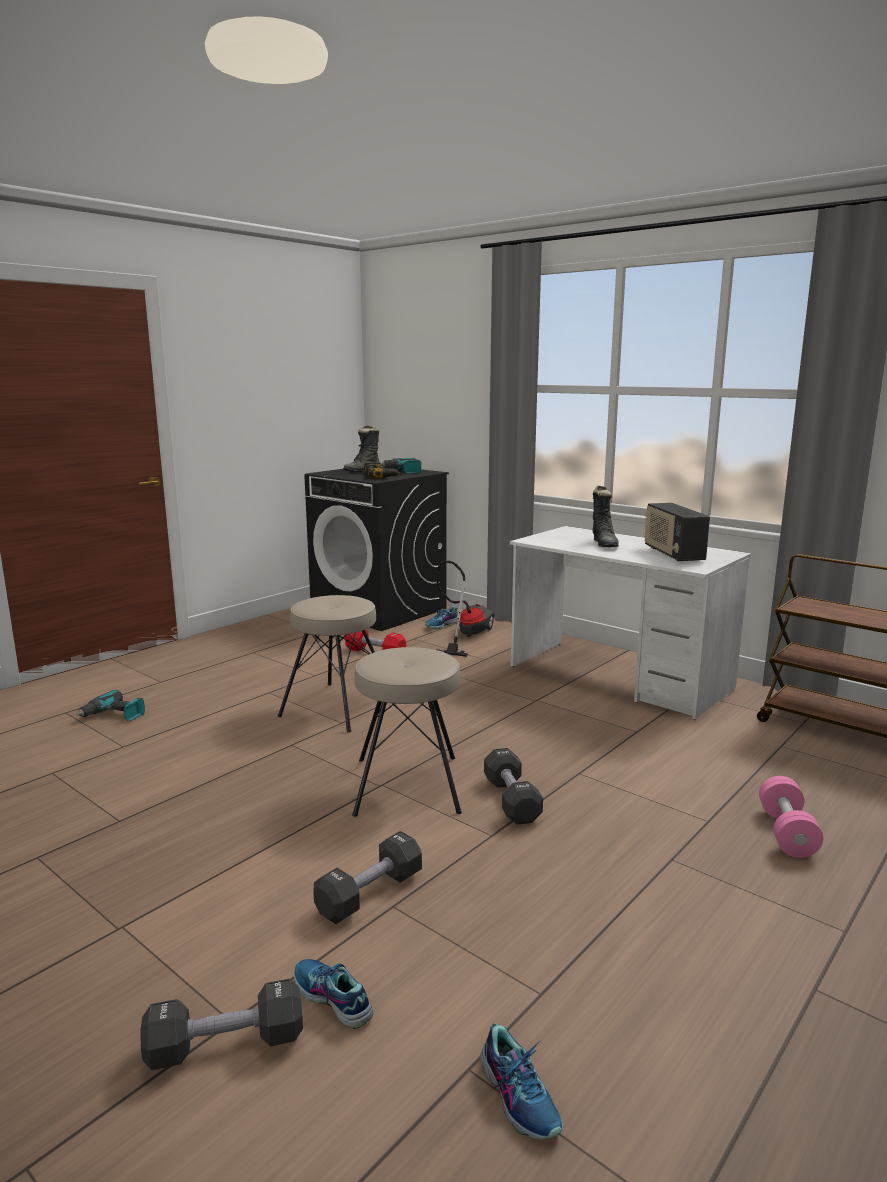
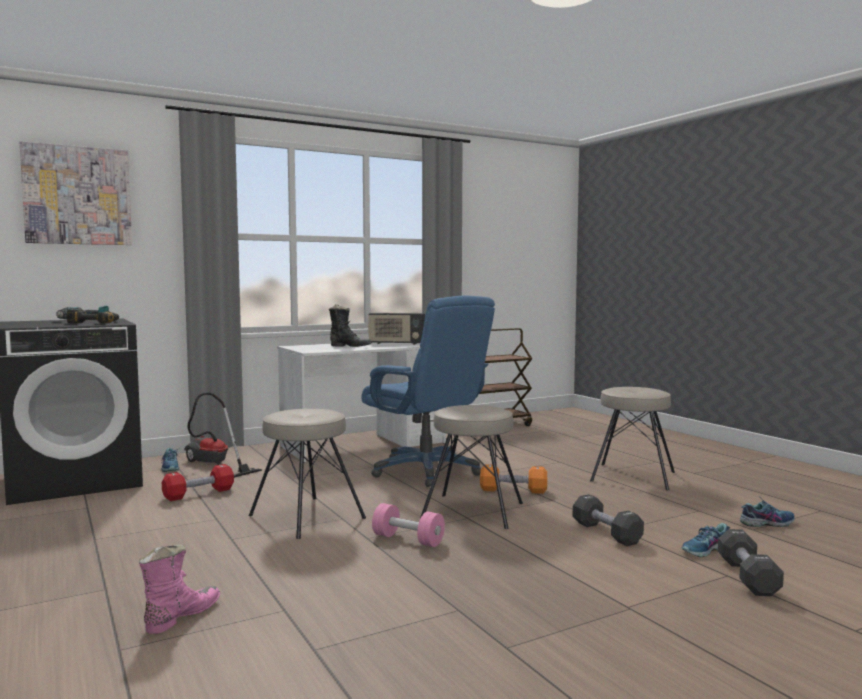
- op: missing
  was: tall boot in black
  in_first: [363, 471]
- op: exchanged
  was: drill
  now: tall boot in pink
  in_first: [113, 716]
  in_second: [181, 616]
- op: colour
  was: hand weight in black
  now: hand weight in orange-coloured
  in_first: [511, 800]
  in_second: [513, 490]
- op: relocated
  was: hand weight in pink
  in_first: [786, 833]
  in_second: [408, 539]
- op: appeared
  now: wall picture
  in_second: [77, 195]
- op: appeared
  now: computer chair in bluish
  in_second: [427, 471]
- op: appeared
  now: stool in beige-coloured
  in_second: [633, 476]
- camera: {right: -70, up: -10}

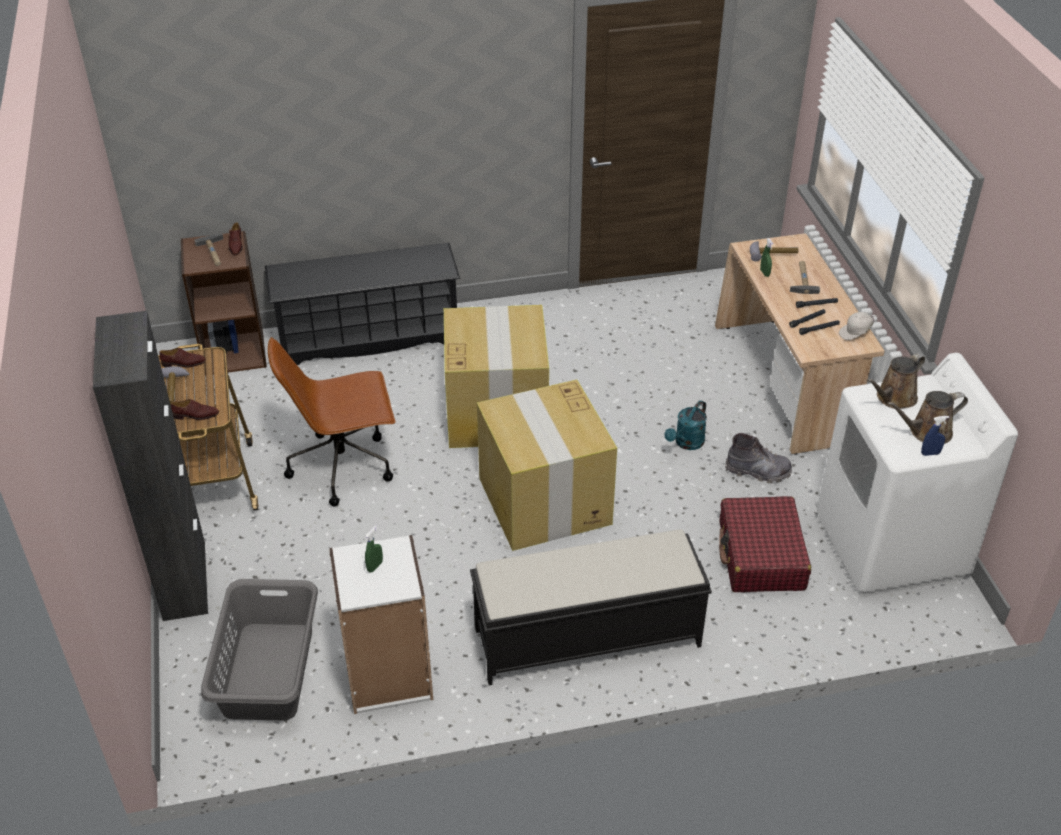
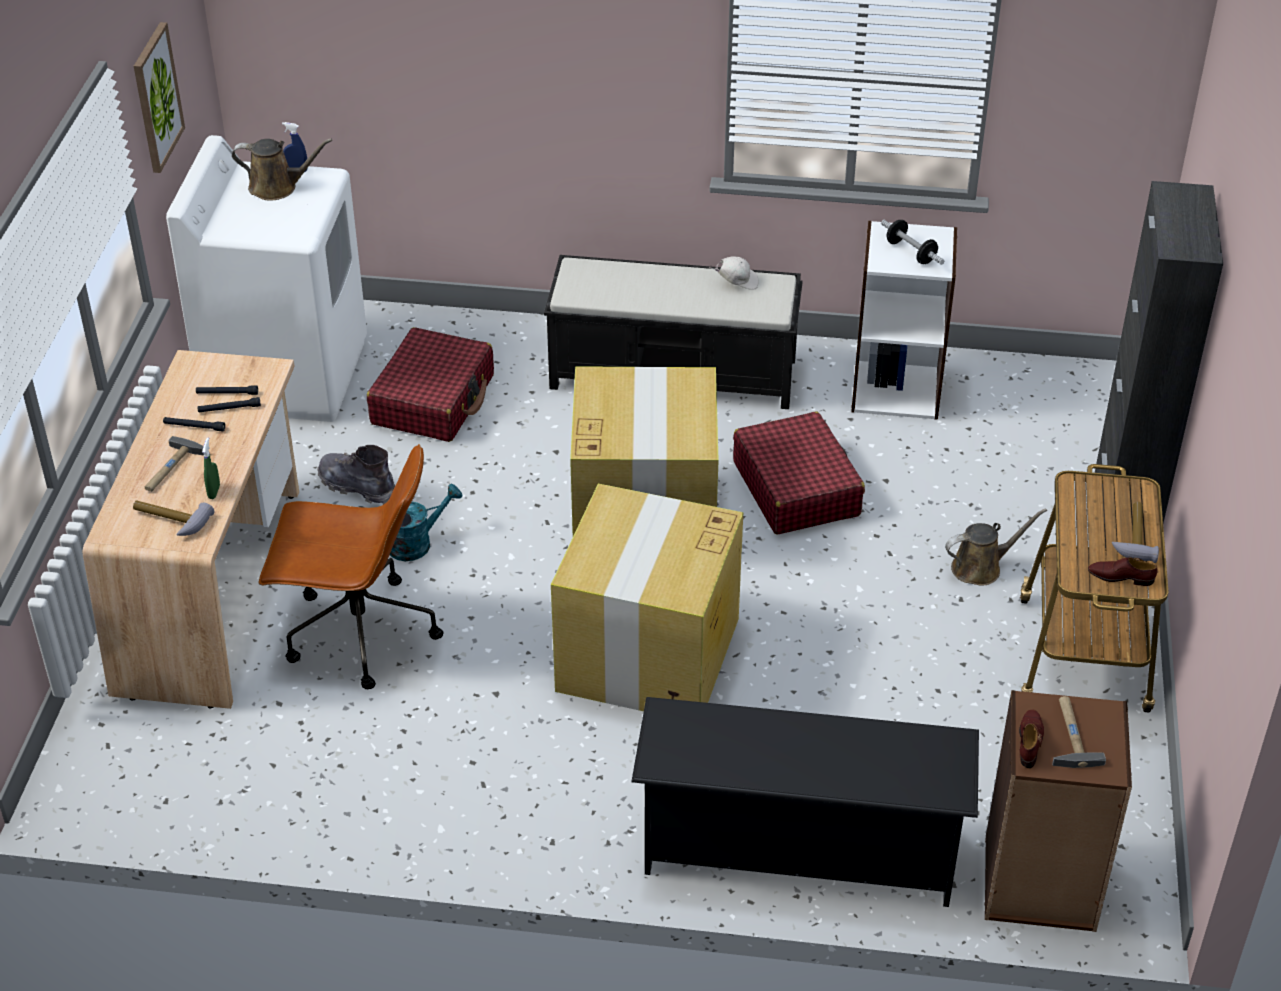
- op: relocated
  was: peaked cap in white
  in_first: [856, 334]
  in_second: [736, 282]
- op: relocated
  was: computer chair in brown-coloured
  in_first: [343, 466]
  in_second: [358, 633]
- op: relocated
  was: watering can in brown-coloured
  in_first: [893, 398]
  in_second: [981, 567]
- op: missing
  was: shoe in brown-coloured
  in_first: [196, 415]
- op: exchanged
  was: hand sprayer in green-coloured
  now: hand weight
  in_first: [375, 566]
  in_second: [911, 252]
- op: missing
  was: laundry basket in gray
  in_first: [267, 671]
- op: appeared
  now: wall picture
  in_second: [156, 97]
- op: appeared
  now: travel case in reddish
  in_second: [796, 488]
- camera: {right: -160, up: 0}

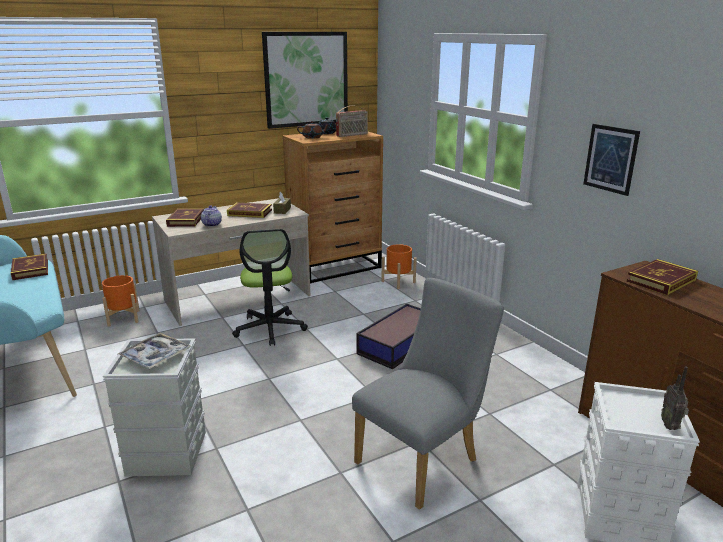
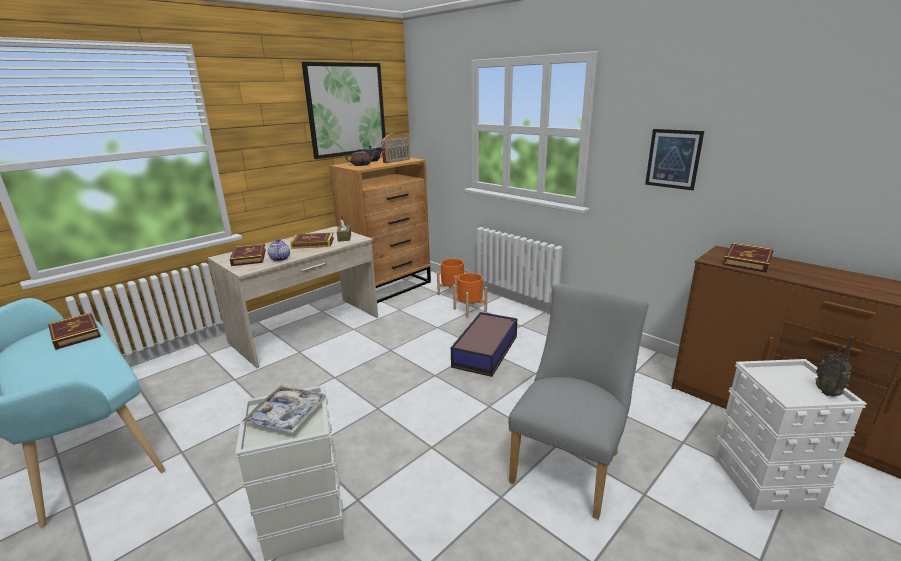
- op: missing
  was: computer chair
  in_first: [270, 329]
- op: relocated
  was: plant pot in orange-coloured
  in_first: [123, 318]
  in_second: [470, 310]
- camera: {right: -15, up: 0}

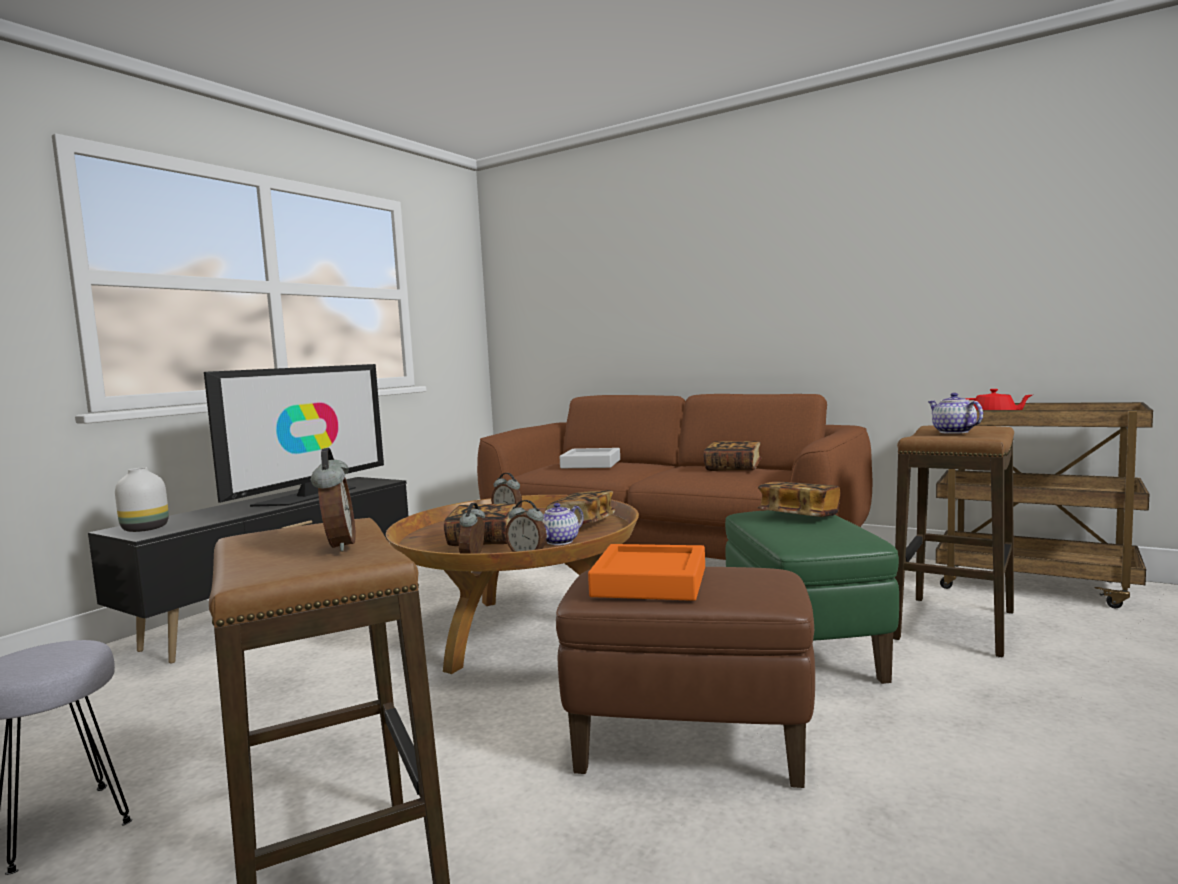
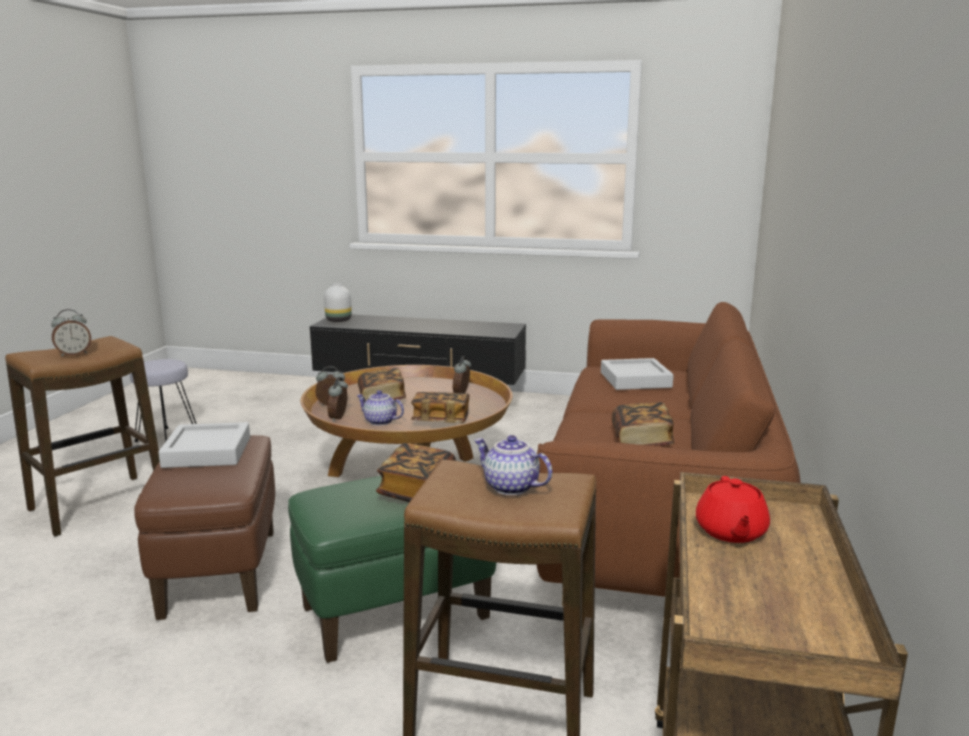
- op: missing
  was: TV
  in_first: [310, 495]
- op: spun
  was: pot for tea
  in_first: [952, 432]
  in_second: [510, 487]
  clockwise: -105
- op: colour
  was: carrying tray in orange-coloured
  now: carrying tray in gray
  in_first: [650, 582]
  in_second: [207, 452]
- camera: {right: 70, up: 10}

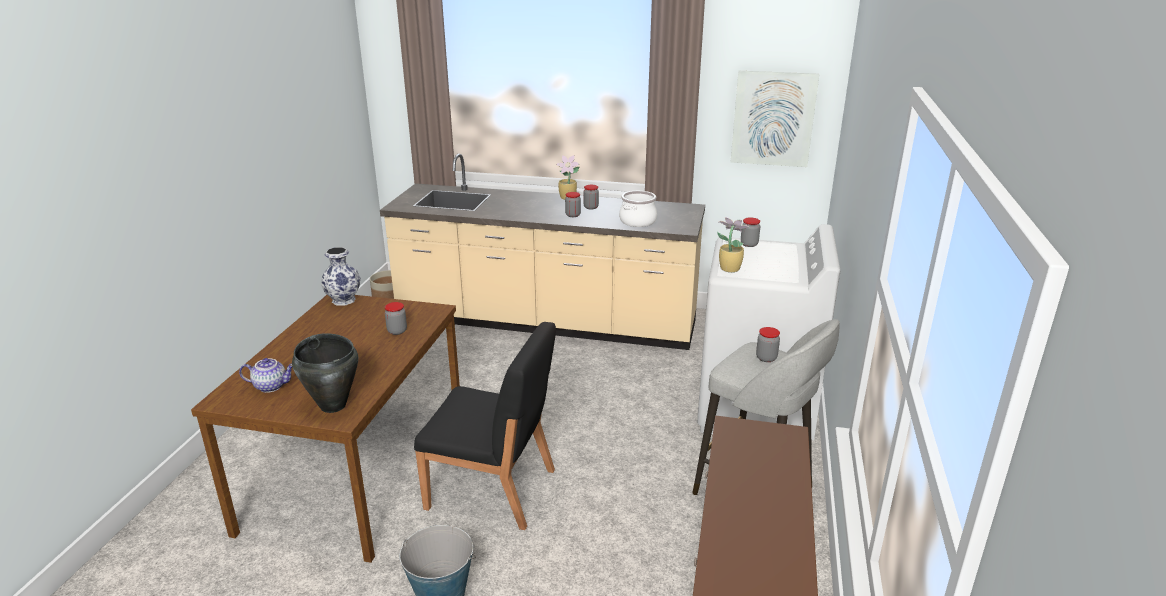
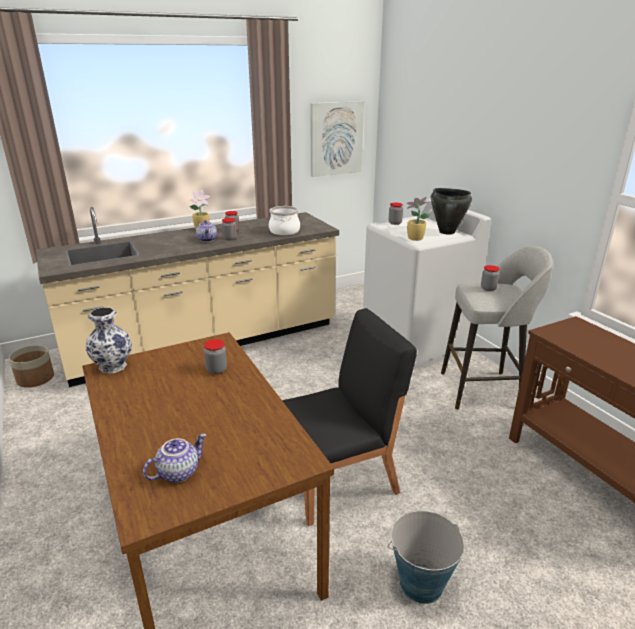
- op: relocated
  was: cooking pot in black
  in_first: [333, 405]
  in_second: [446, 232]
- op: appeared
  now: pot for tea
  in_second: [208, 240]
- camera: {right: -40, up: 0}

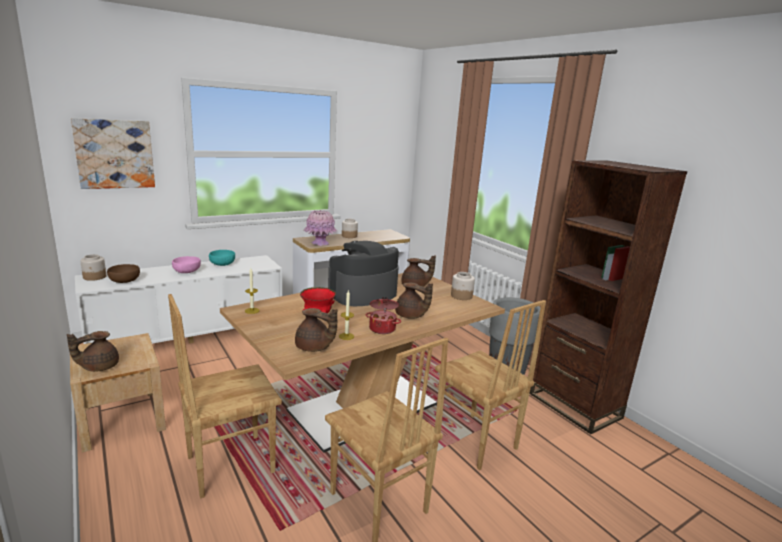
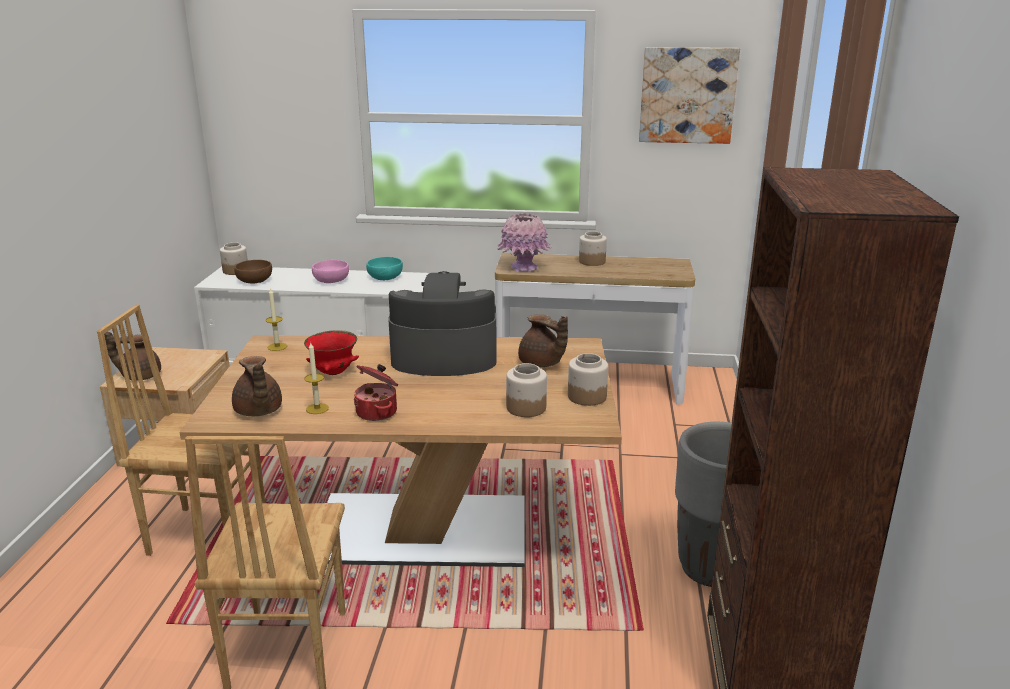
- op: relocated
  was: wall picture
  in_first: [115, 154]
  in_second: [687, 95]
- op: missing
  was: pot for tea in brown-coloured
  in_first: [411, 316]
- op: missing
  was: upright chair in brown-coloured
  in_first: [475, 441]
- op: appeared
  now: preserve jar
  in_second: [525, 407]
- camera: {right: 40, up: 5}

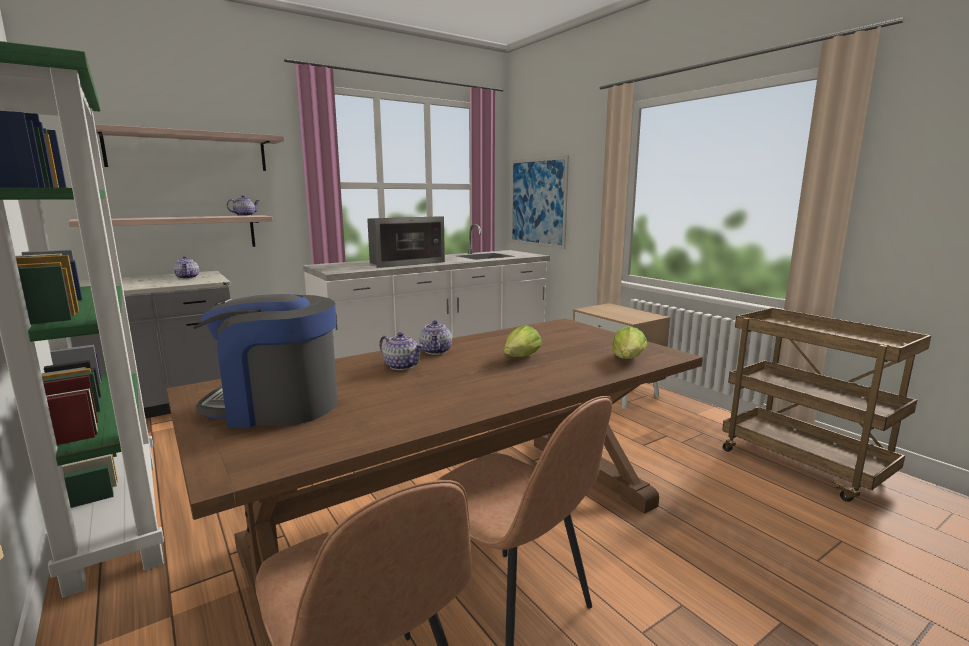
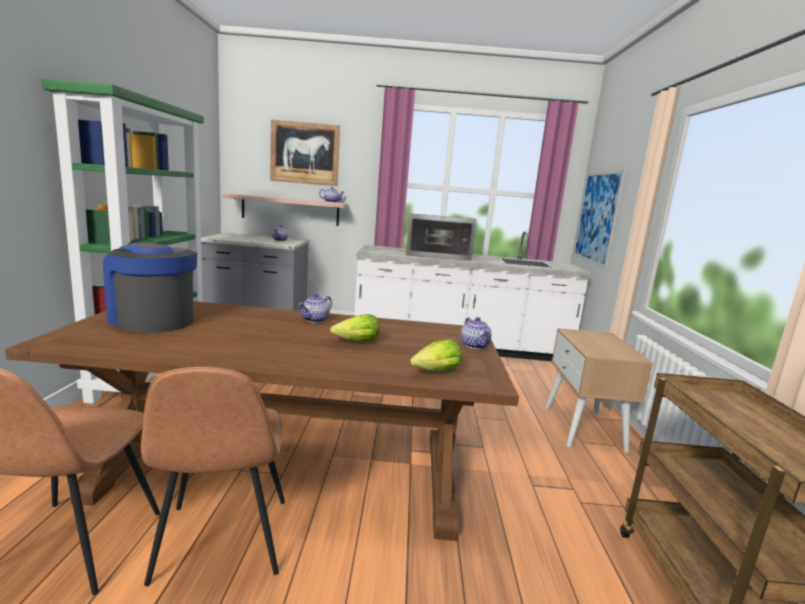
- op: exchanged
  was: shelf
  now: wall picture
  in_first: [188, 151]
  in_second: [305, 153]
- op: relocated
  was: pot for tea
  in_first: [401, 366]
  in_second: [474, 345]
- camera: {right: 35, up: 0}

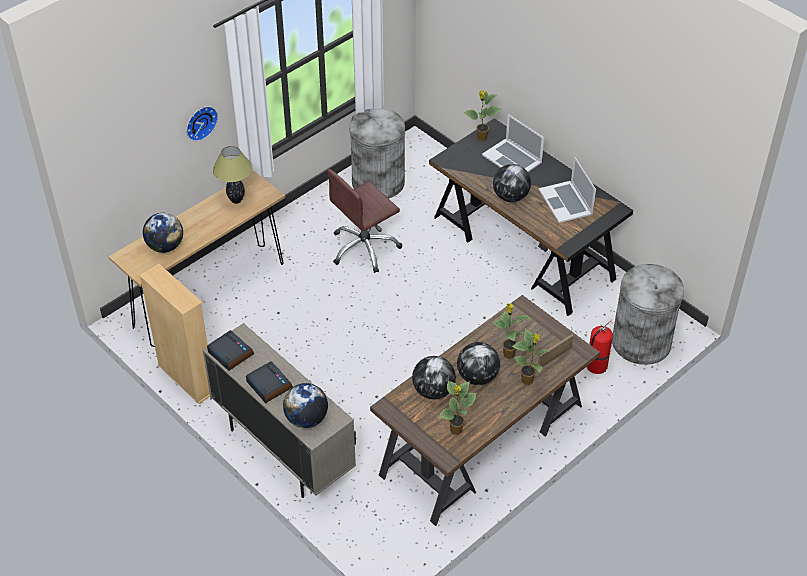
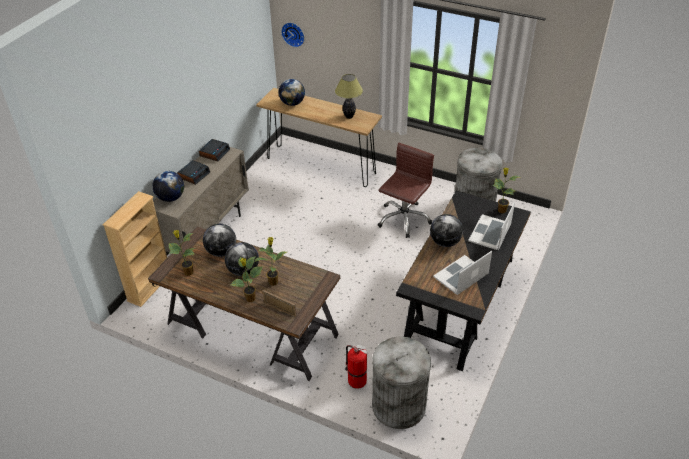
- op: relocated
  was: hanging clock
  in_first: [200, 122]
  in_second: [293, 34]
- op: spun
  was: computer chair in brown-coloured
  in_first: [364, 248]
  in_second: [403, 219]
  clockwise: 90
- op: relocated
  was: bookcase in beige-coloured
  in_first: [187, 378]
  in_second: [149, 286]
- camera: {right: 70, up: -5}

